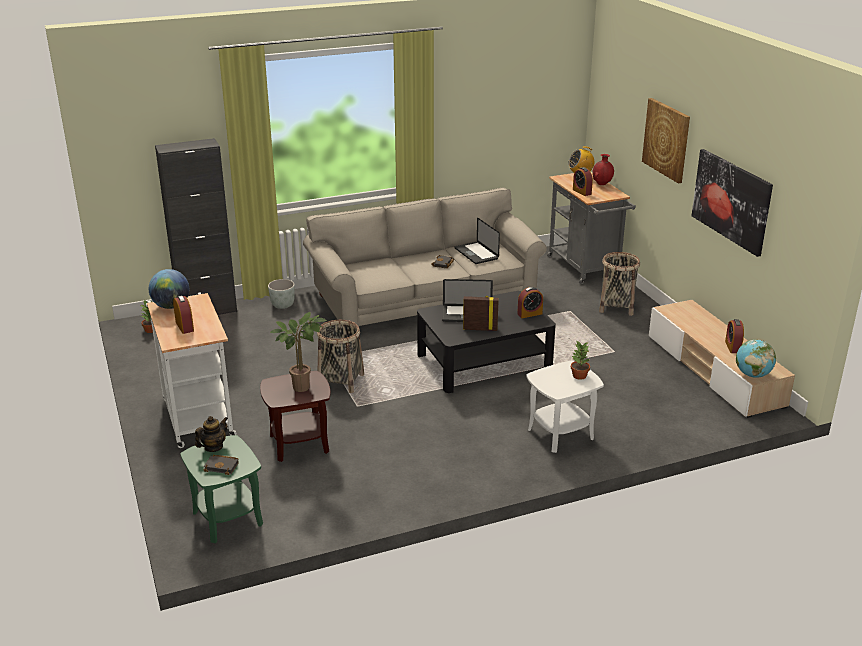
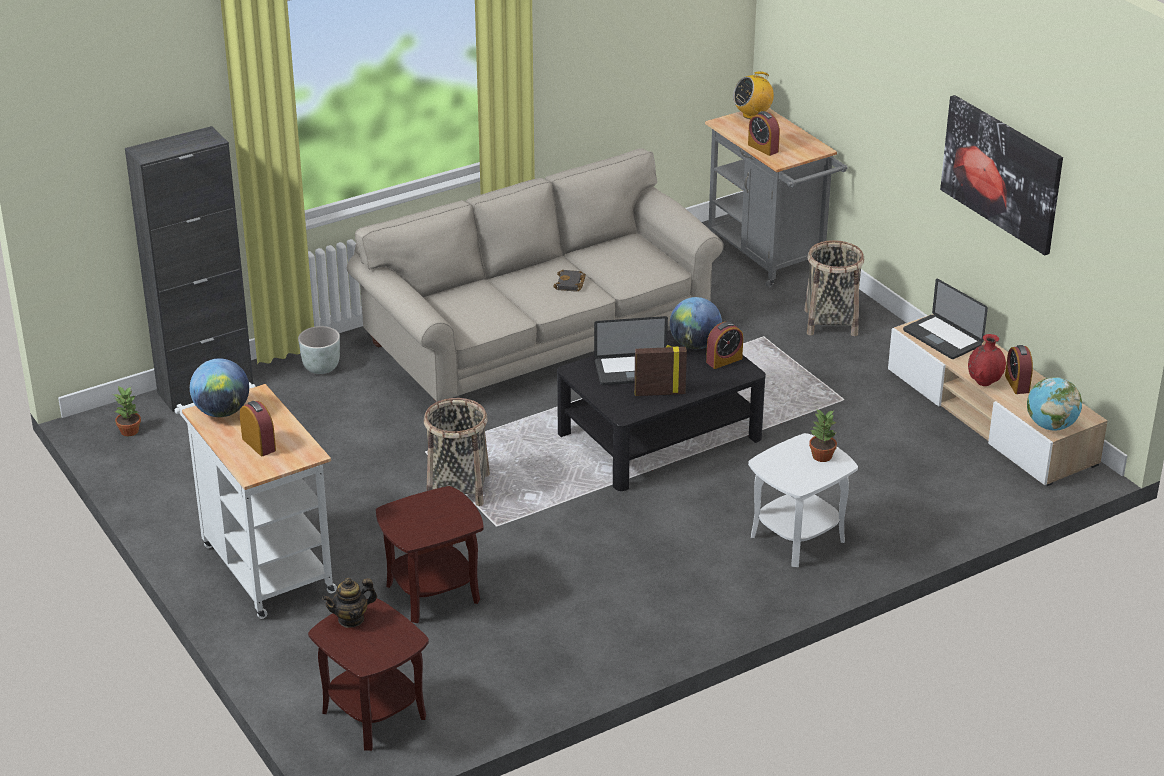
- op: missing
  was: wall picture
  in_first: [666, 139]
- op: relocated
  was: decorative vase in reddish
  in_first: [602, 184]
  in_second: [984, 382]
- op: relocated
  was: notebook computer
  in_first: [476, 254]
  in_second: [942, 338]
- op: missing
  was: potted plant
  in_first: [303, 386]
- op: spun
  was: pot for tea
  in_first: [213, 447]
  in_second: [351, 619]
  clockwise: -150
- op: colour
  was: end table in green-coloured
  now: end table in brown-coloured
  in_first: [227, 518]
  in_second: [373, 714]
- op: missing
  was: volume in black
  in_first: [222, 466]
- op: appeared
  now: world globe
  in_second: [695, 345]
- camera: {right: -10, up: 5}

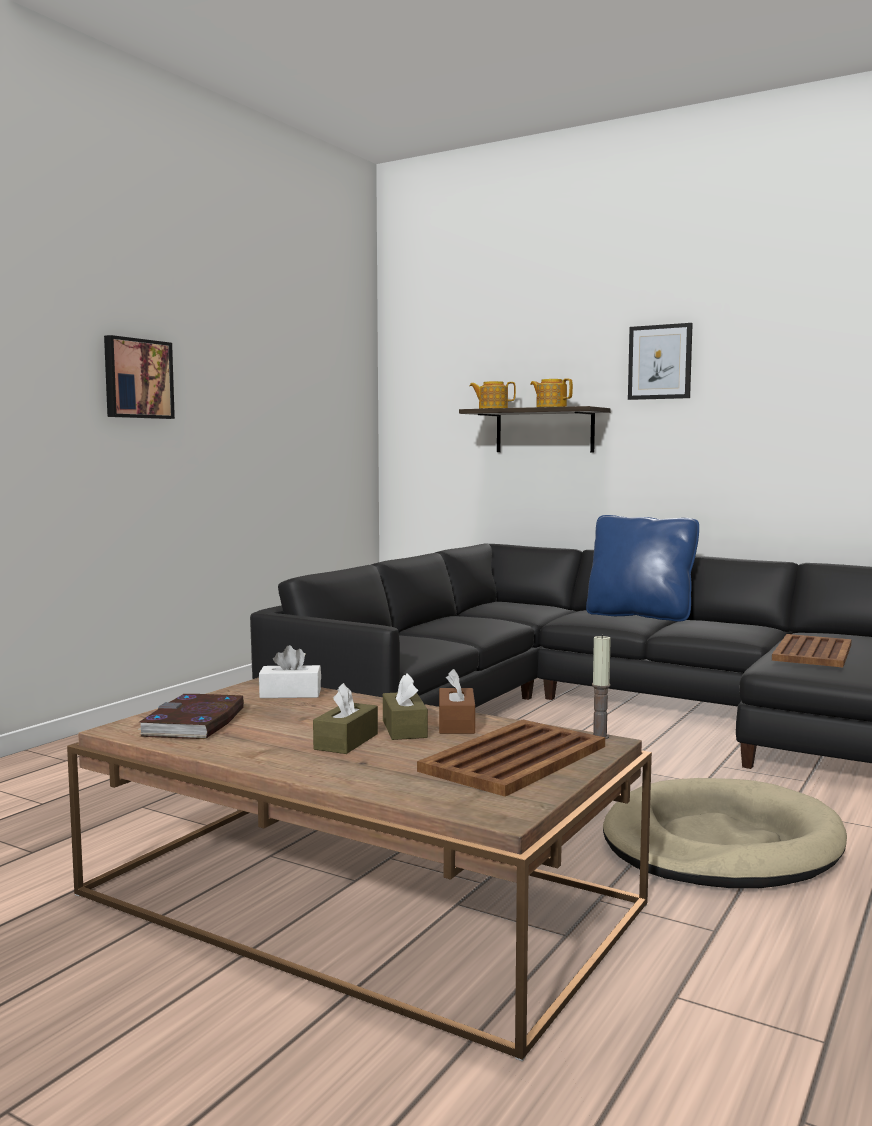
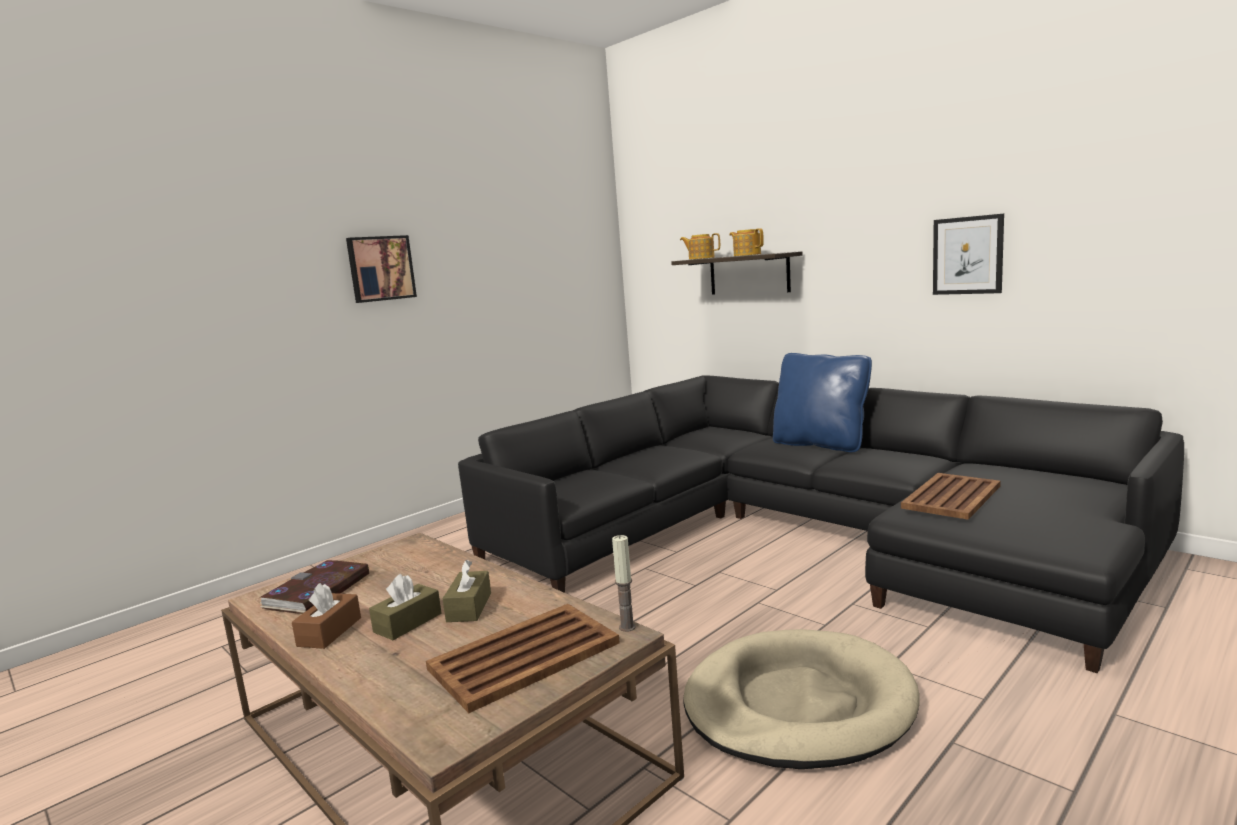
- op: relocated
  was: wall picture
  in_first: [660, 362]
  in_second: [967, 255]
- op: missing
  was: box of tissues in white
  in_first: [290, 694]
- op: relocated
  was: box of tissues in brown-coloured
  in_first: [456, 724]
  in_second: [329, 632]
- camera: {right: 15, up: 5}

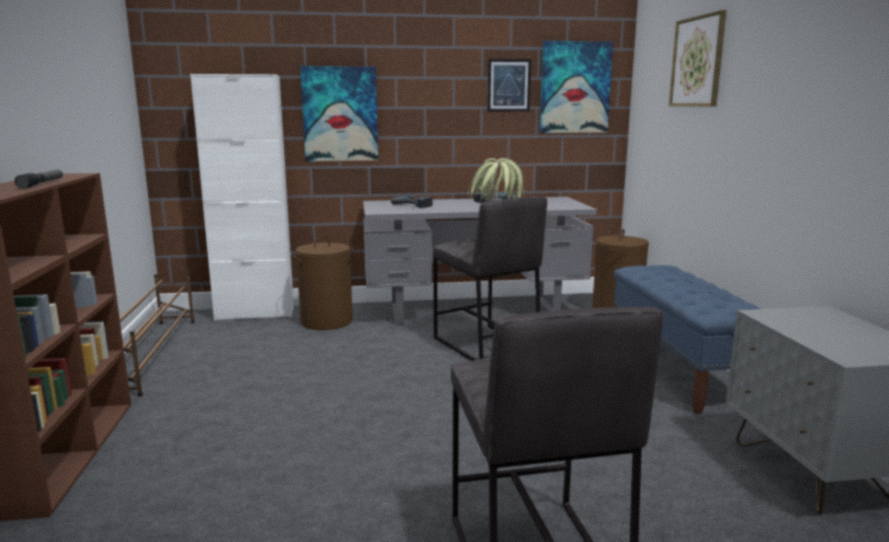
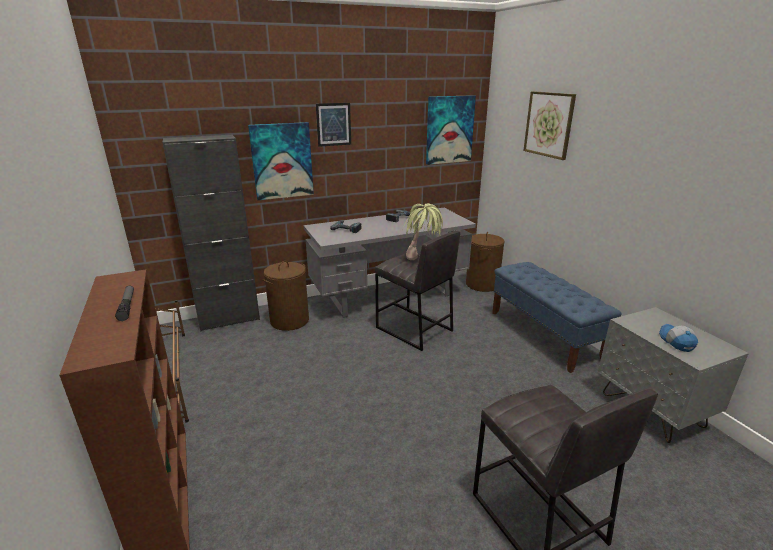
- op: relocated
  was: wall picture
  in_first: [509, 85]
  in_second: [333, 124]
- op: colour
  was: cupboard in white
  now: cupboard in black
  in_first: [255, 313]
  in_second: [229, 319]
- op: appeared
  now: peaked cap
  in_second: [676, 342]
- camera: {right: -15, up: 10}

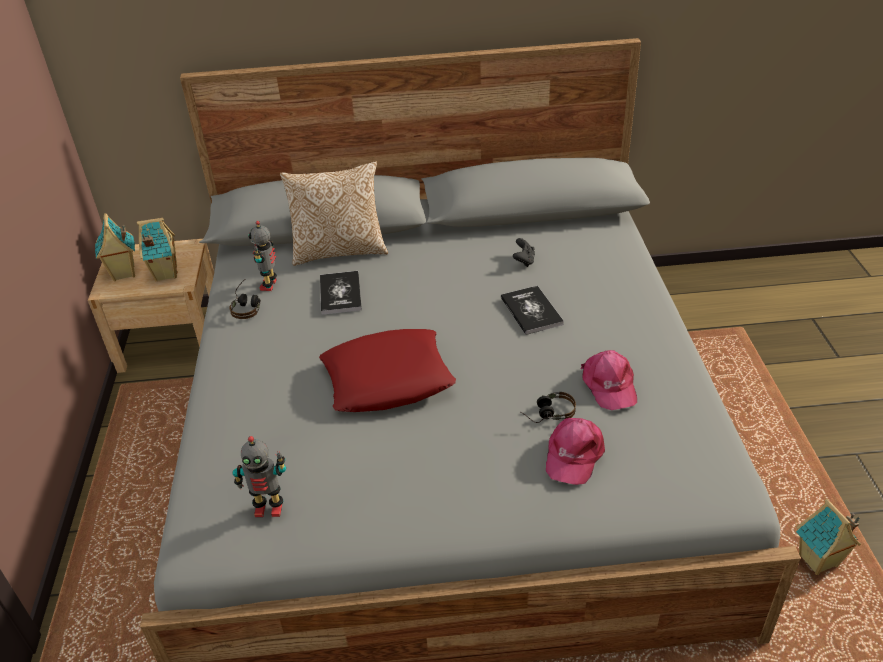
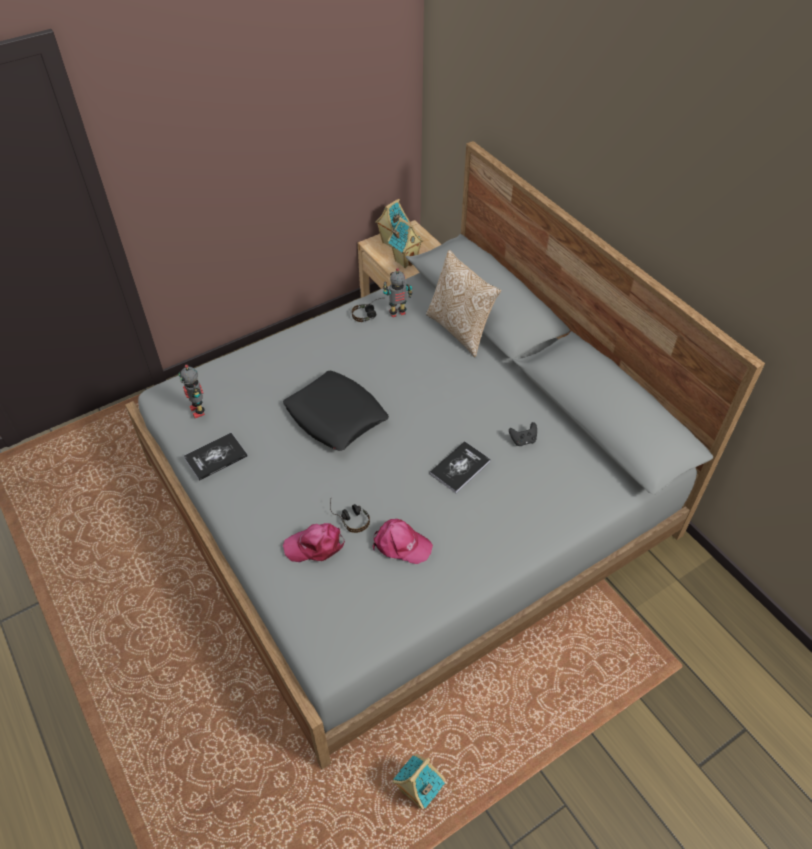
- op: relocated
  was: volume
  in_first: [340, 293]
  in_second: [216, 457]
- op: colour
  was: pillow in reddish
  now: pillow in black
  in_first: [388, 379]
  in_second: [336, 416]
- op: spun
  was: peaked cap in pink
  in_first: [609, 385]
  in_second: [401, 544]
  clockwise: -120
- camera: {right: 60, up: 10}

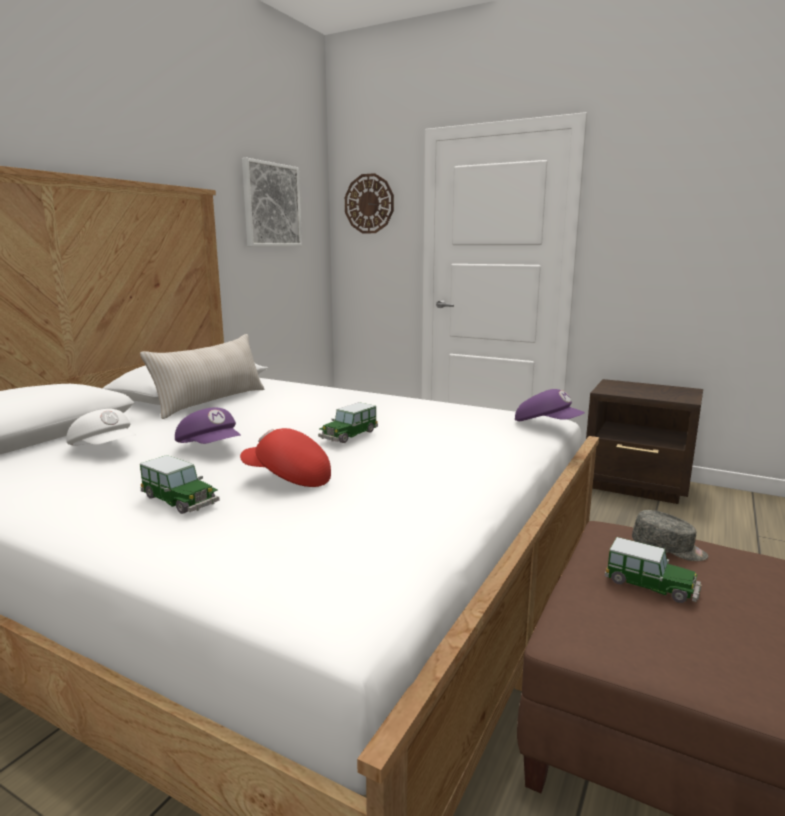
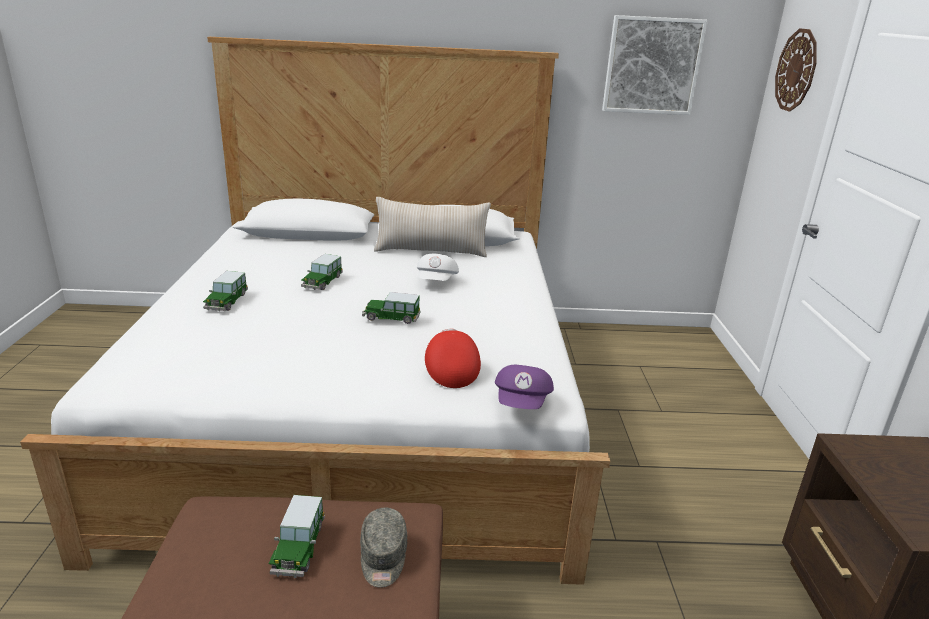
- op: exchanged
  was: peaked cap in purple
  now: toy car
  in_first: [211, 447]
  in_second: [322, 282]
- op: relocated
  was: peaked cap in white
  in_first: [105, 449]
  in_second: [437, 282]
- op: relocated
  was: peaked cap in reddish
  in_first: [287, 478]
  in_second: [450, 370]
- camera: {right: 60, up: 10}

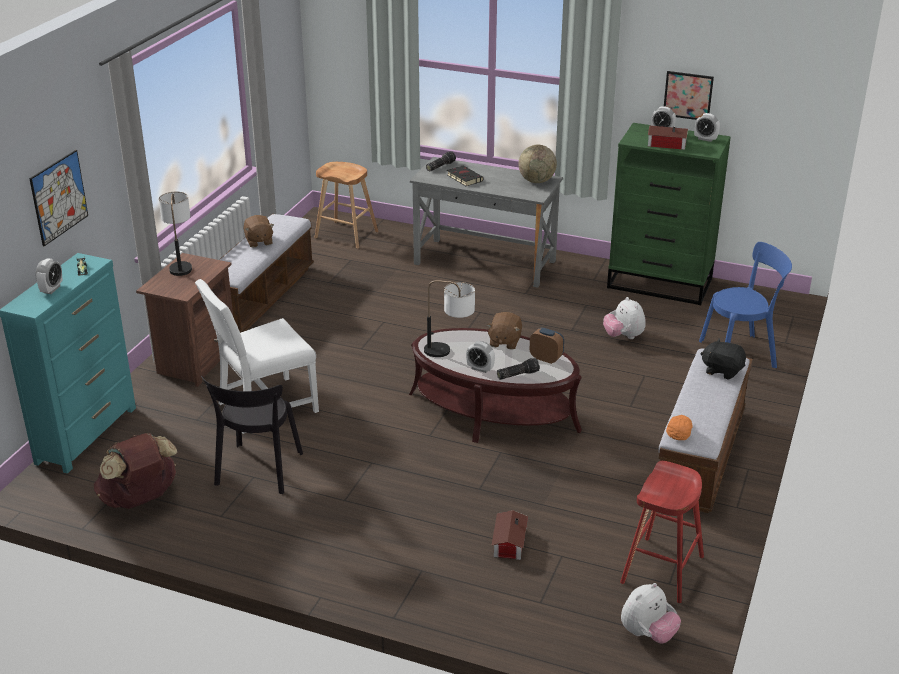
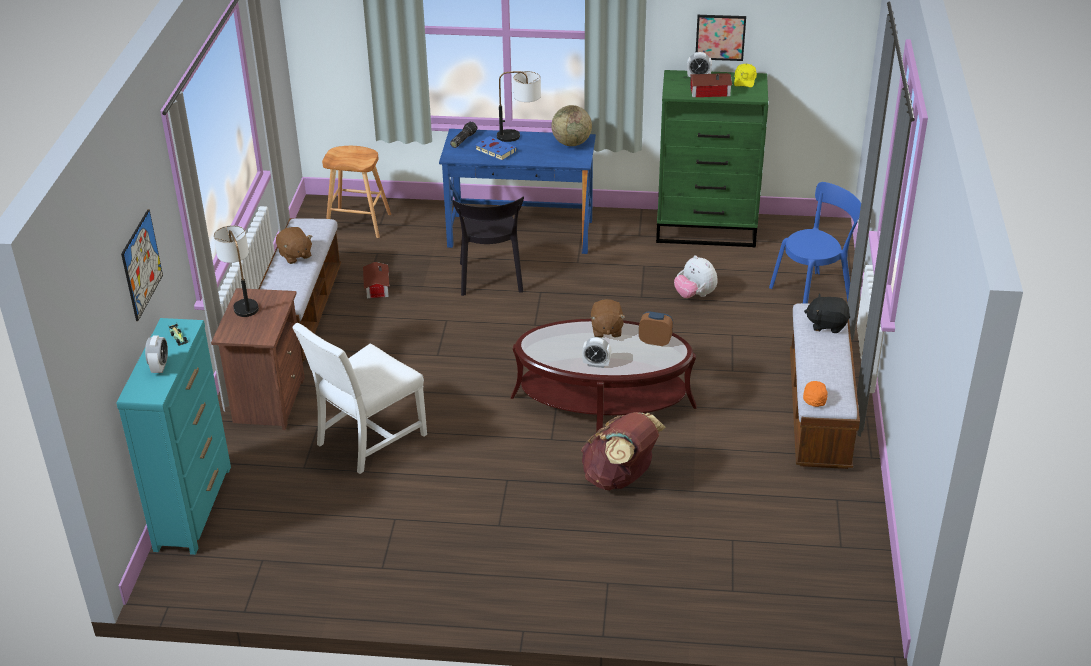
- op: exchanged
  was: bedside clock
  now: peaked cap in yellowish
  in_first: [705, 139]
  in_second: [744, 80]
- op: colour
  was: desk unit in gray
  now: desk unit in bluish
  in_first: [485, 262]
  in_second: [520, 233]
- op: colour
  was: volume in black
  now: volume in bluish
  in_first: [464, 178]
  in_second: [494, 150]
- op: relocated
  was: tabletop lamp
  in_first: [449, 352]
  in_second: [520, 136]
- op: missing
  was: flashlight
  in_first: [517, 374]
- op: relocated
  was: upright chair in black
  in_first: [257, 471]
  in_second: [491, 279]
- op: relocated
  was: backpack in brown-coloured
  in_first: [140, 499]
  in_second: [620, 478]
- op: missing
  was: stool in reddish
  in_first: [662, 569]
- op: relocated
  was: model house
  in_first: [508, 543]
  in_second: [376, 287]
- op: missing
  was: cuddly toy
  in_first: [647, 634]
- camera: {right: -15, up: 5}

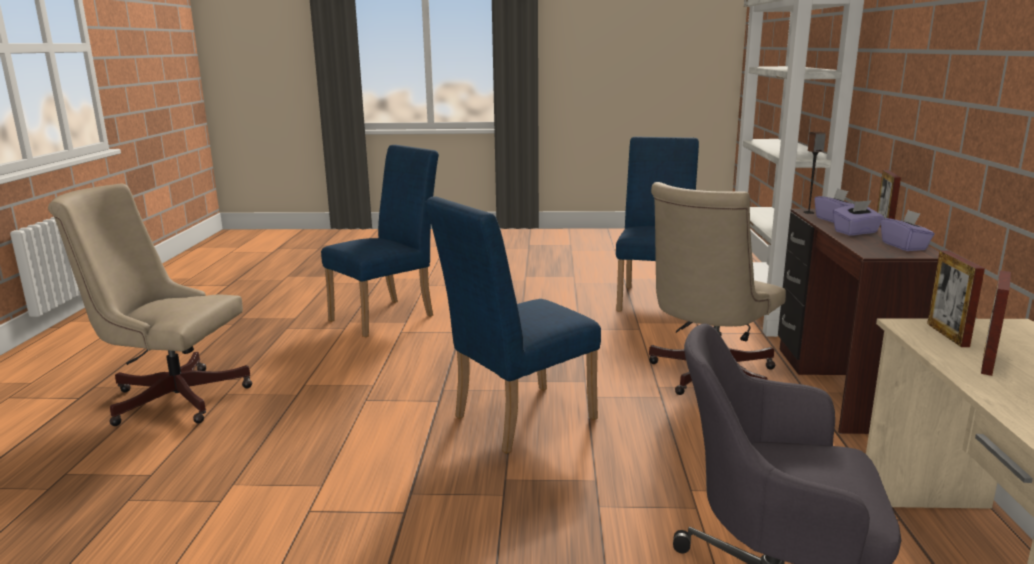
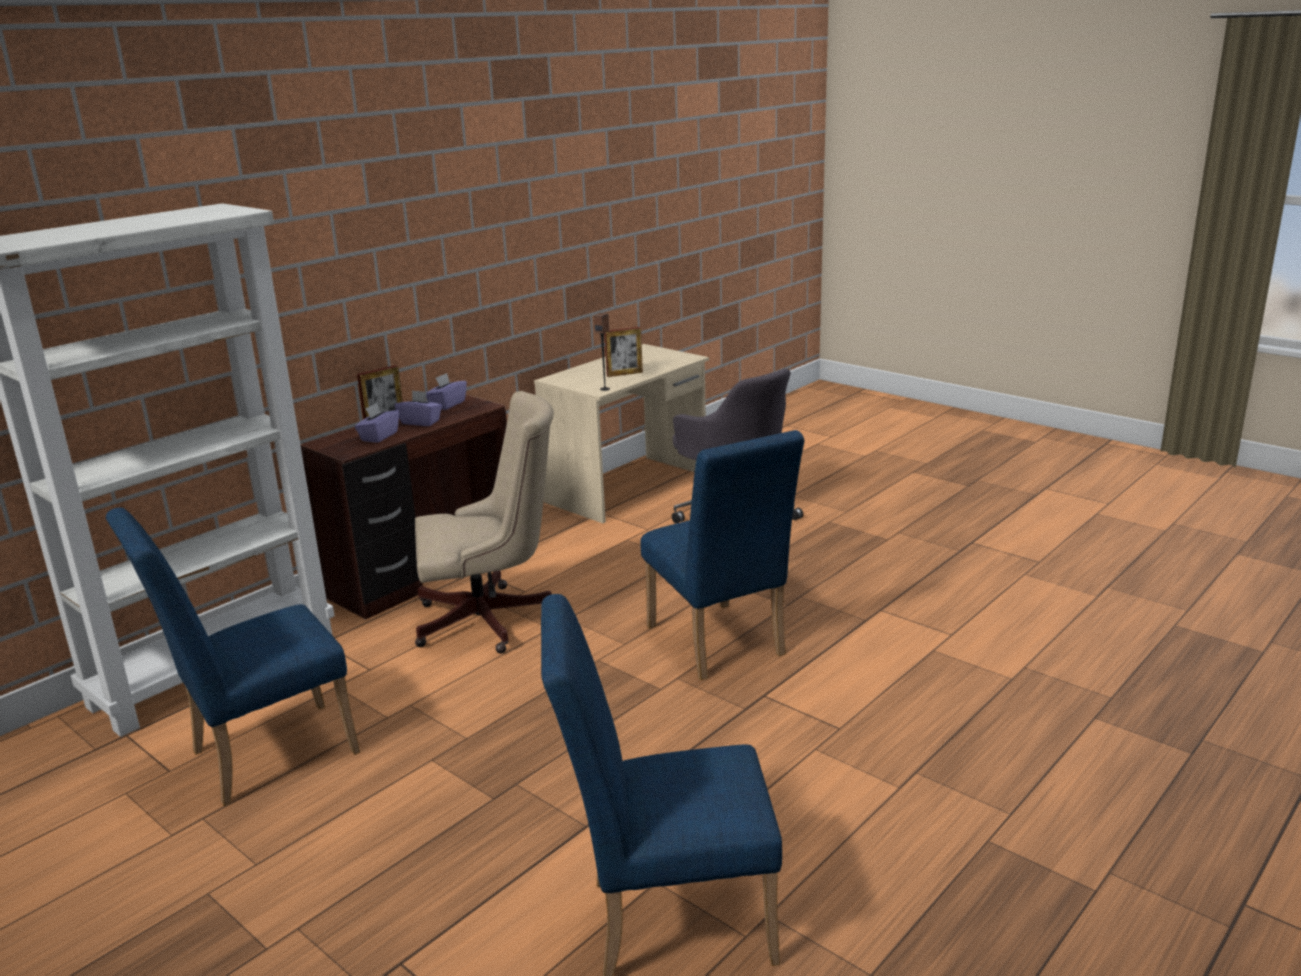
- op: relocated
  was: speaker
  in_first: [808, 212]
  in_second: [605, 389]
- op: missing
  was: computer chair in beige-coloured
  in_first: [171, 397]
- op: spun
  was: upright chair in bluish
  in_first: [515, 420]
  in_second: [719, 646]
  clockwise: 60
- op: missing
  was: picture frame
  in_first: [947, 335]
- camera: {right: -140, up: 5}

